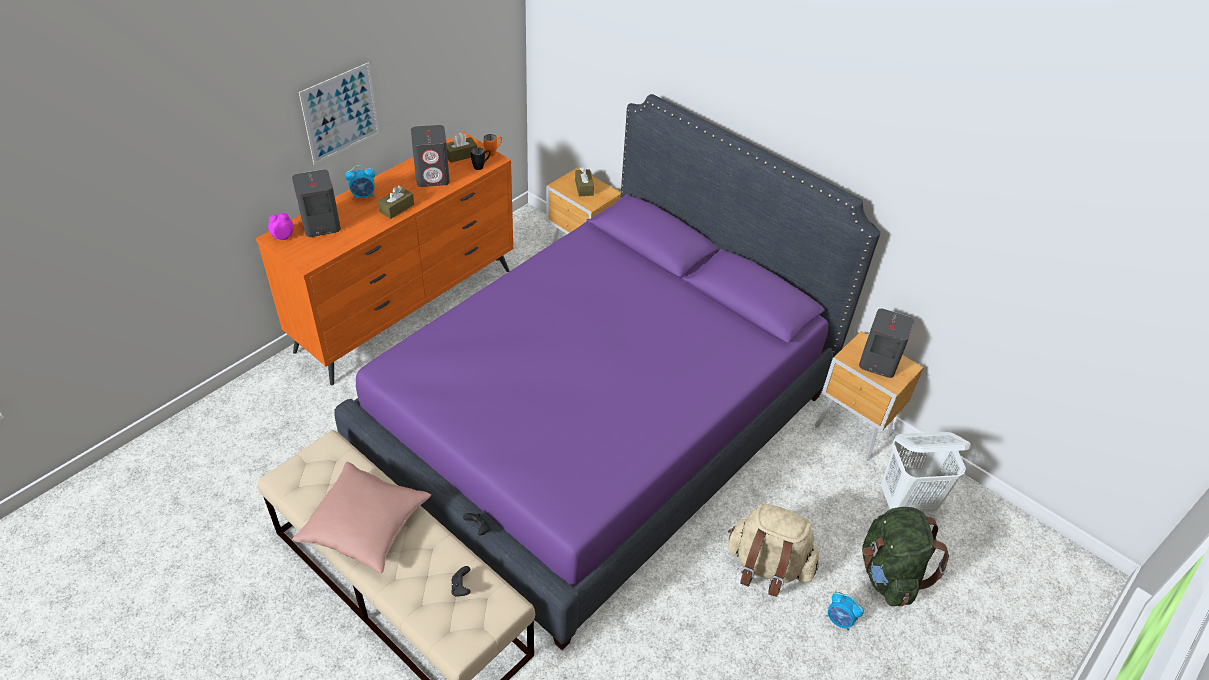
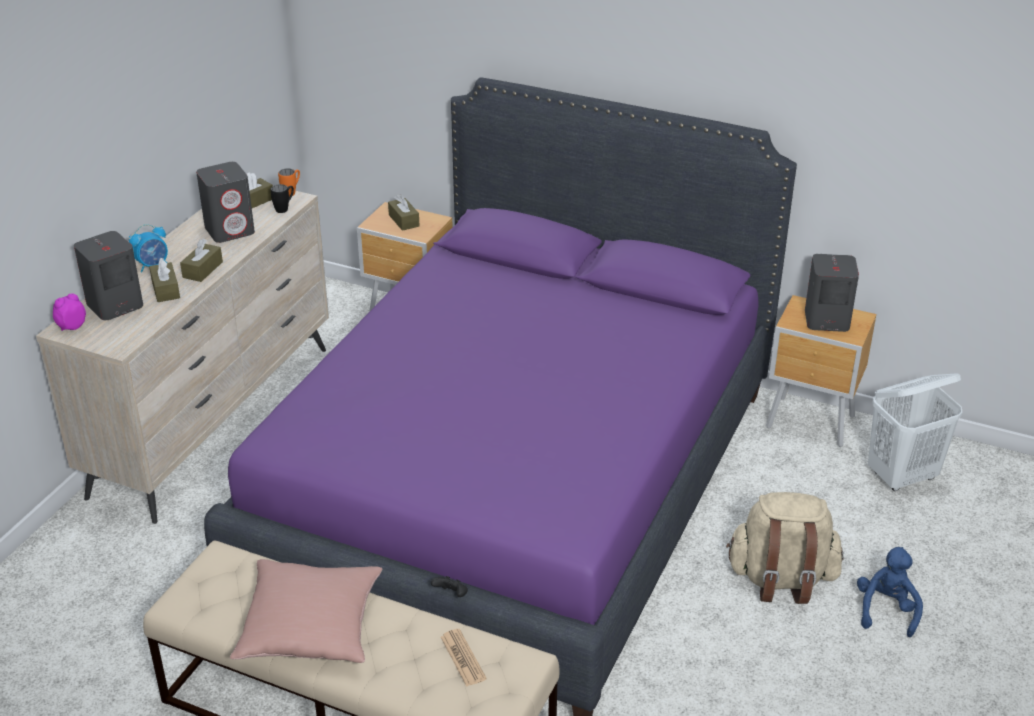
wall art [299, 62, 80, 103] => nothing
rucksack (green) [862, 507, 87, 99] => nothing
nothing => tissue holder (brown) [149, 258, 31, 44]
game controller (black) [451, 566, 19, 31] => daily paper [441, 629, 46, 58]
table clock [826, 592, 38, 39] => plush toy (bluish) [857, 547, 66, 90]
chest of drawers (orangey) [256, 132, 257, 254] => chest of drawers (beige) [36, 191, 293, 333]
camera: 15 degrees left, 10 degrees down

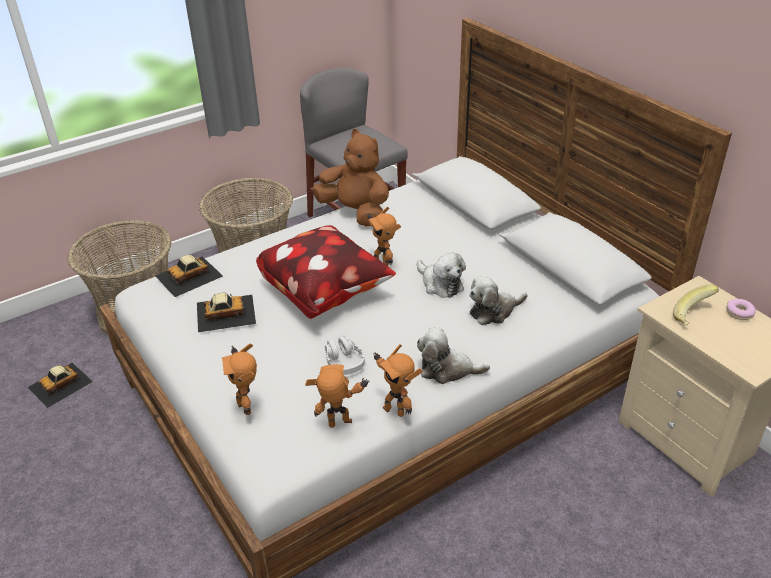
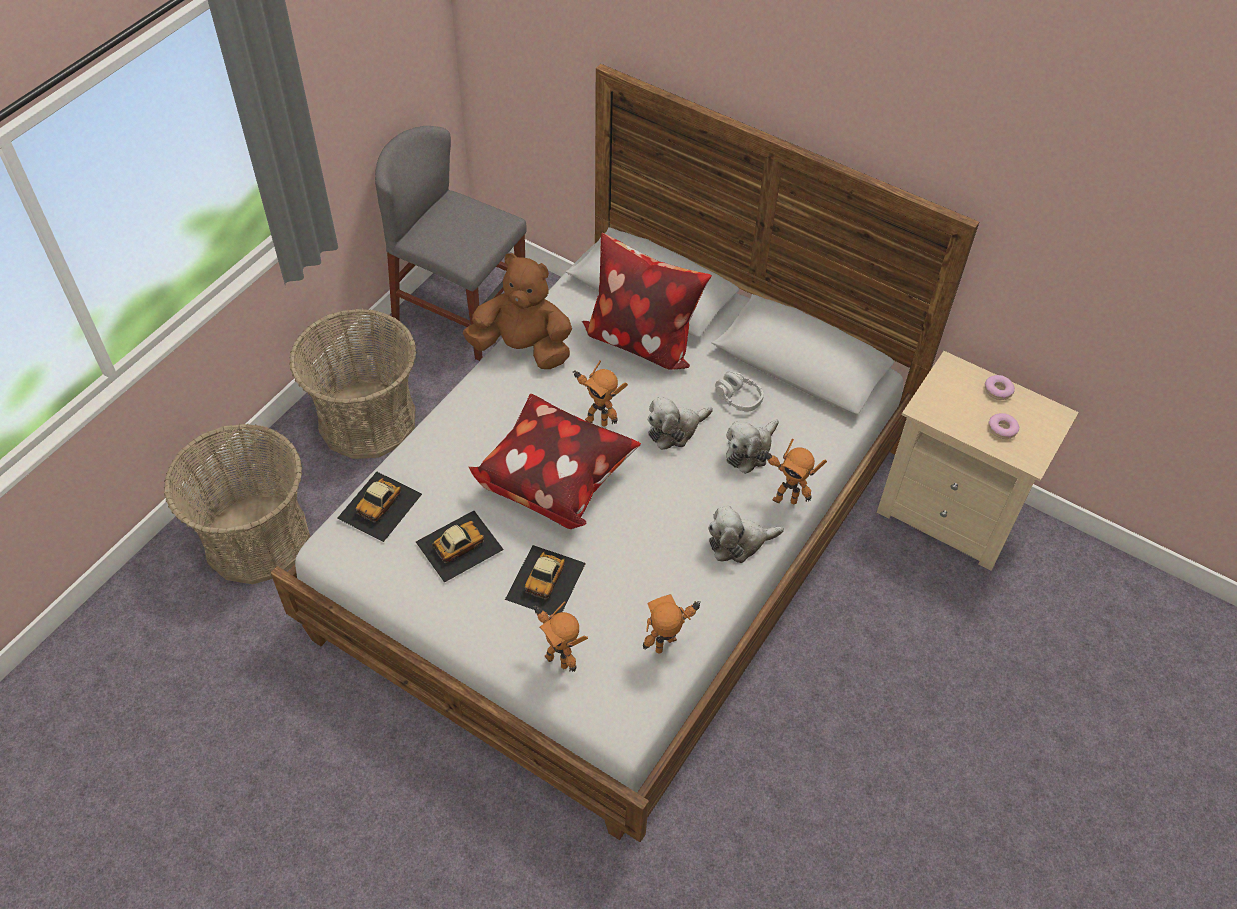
banana fruit [673, 284, 46, 41] => nothing
nothing => throw pillow [582, 233, 130, 137]
nothing => doughnut [988, 413, 31, 26]
model car [28, 363, 65, 45] => model car [505, 545, 81, 70], move
pair of headphones (greyish) [325, 335, 40, 40] => pair of headphones (greyish) [715, 371, 49, 41], move
toy robot [373, 344, 50, 73] => toy robot [763, 439, 64, 65], move
plush toy [417, 253, 49, 45] => plush toy [648, 396, 65, 54], 120 degrees clockwise
camera: 25 degrees left, 15 degrees up

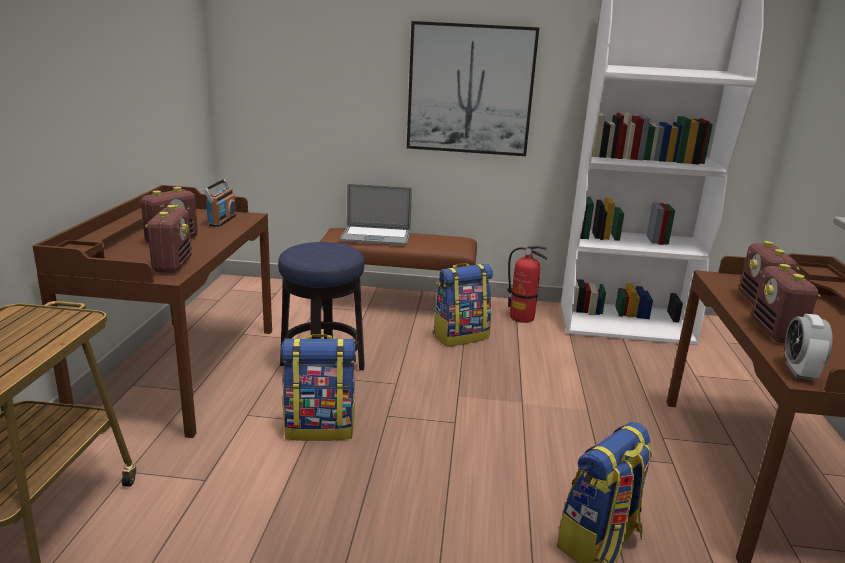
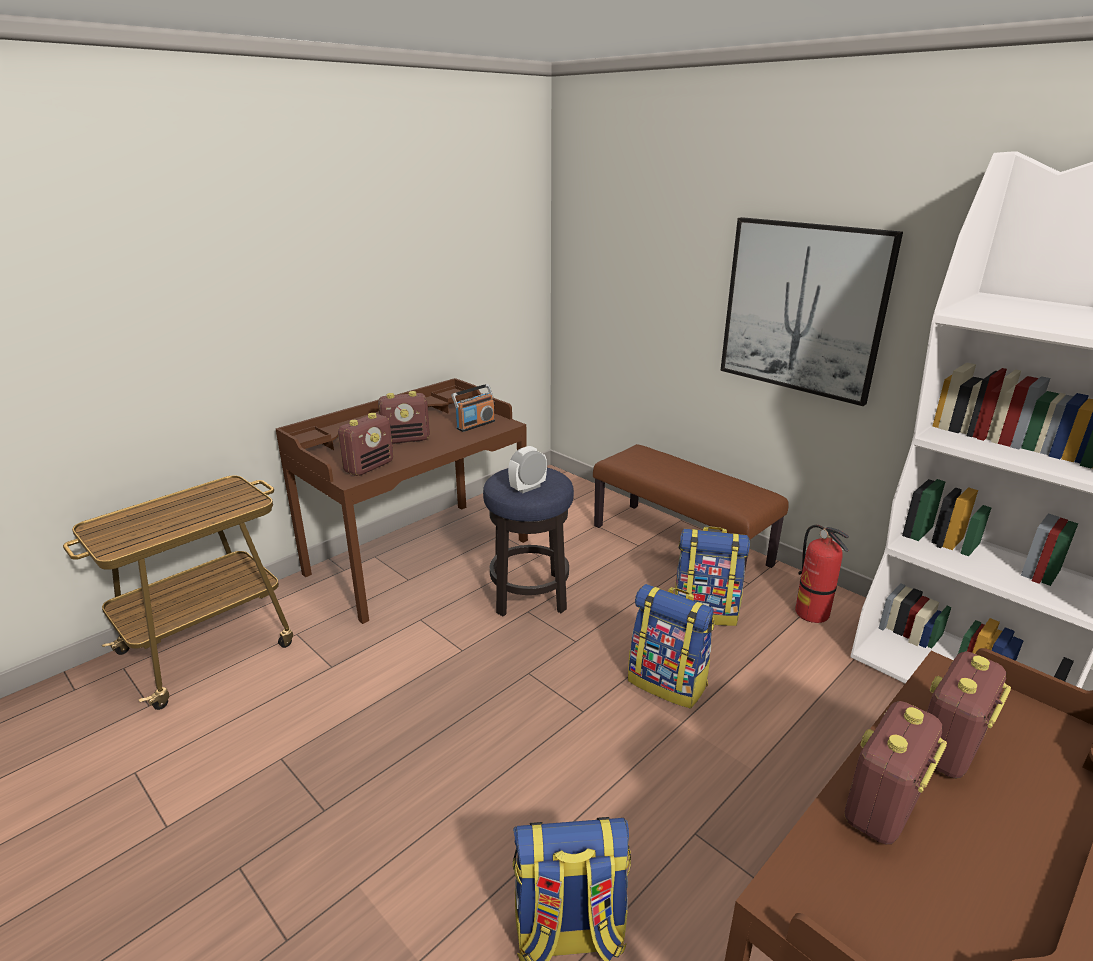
notebook computer [340, 184, 72, 61] => nothing
rucksack [281, 334, 75, 107] => rucksack [628, 584, 87, 125], move
table clock [785, 314, 47, 66] => table clock [508, 446, 39, 47], move
camera: 40 degrees right, 5 degrees up

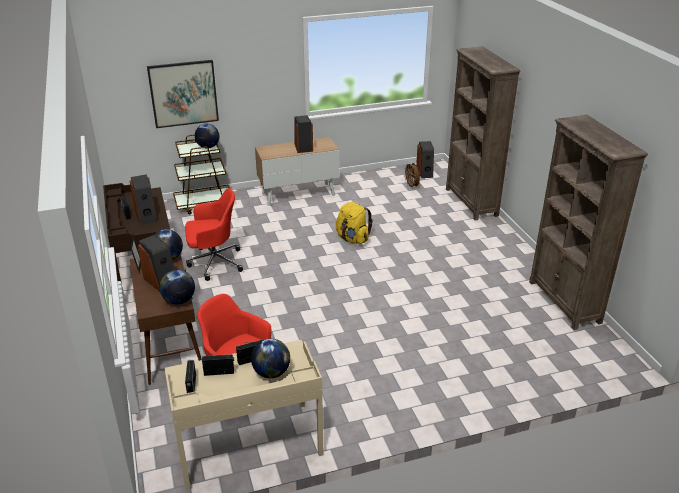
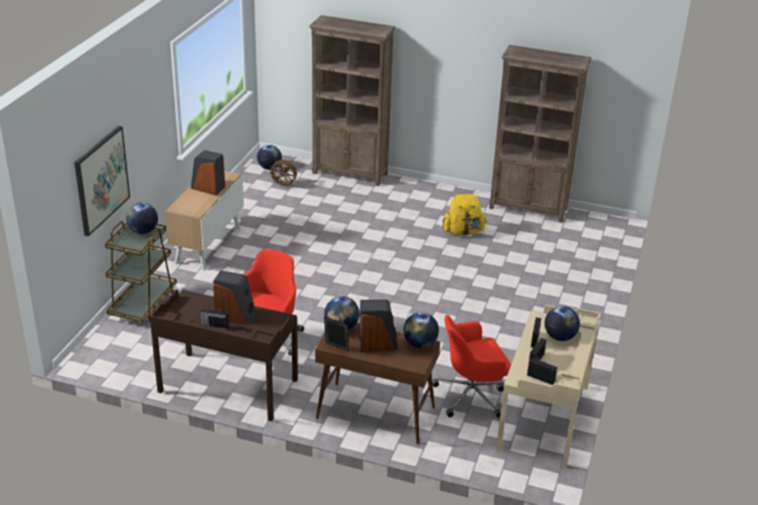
rucksack (yellow) [336, 202, 37, 42] => rucksack (yellow) [443, 194, 43, 41], move
speaker [416, 141, 18, 37] => world globe [257, 145, 25, 25]
camera: 55 degrees left, 0 degrees up

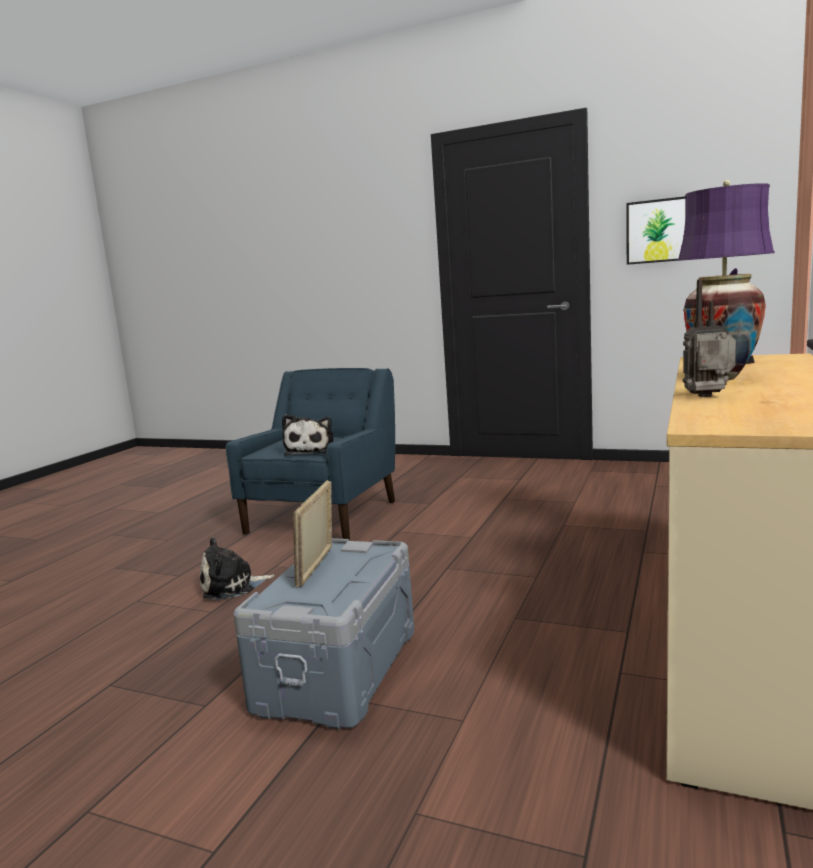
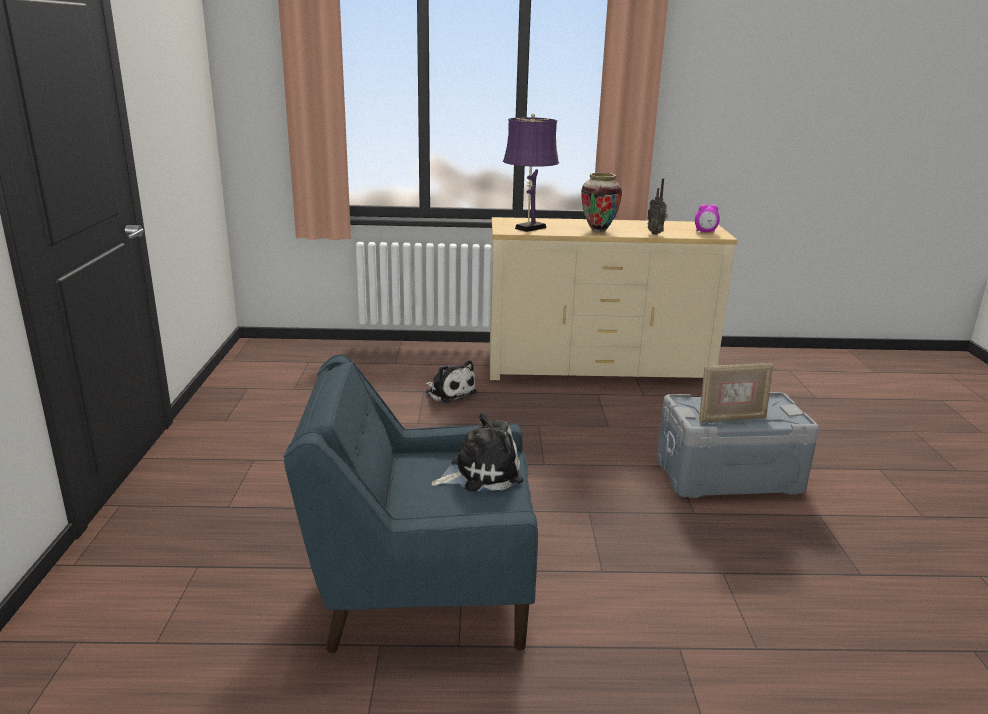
wall art [626, 196, 60, 69] => nothing
nothing => table clock [695, 204, 25, 28]
plush toy [200, 537, 75, 63] => plush toy [426, 360, 51, 43], move
camera: 115 degrees left, 10 degrees up

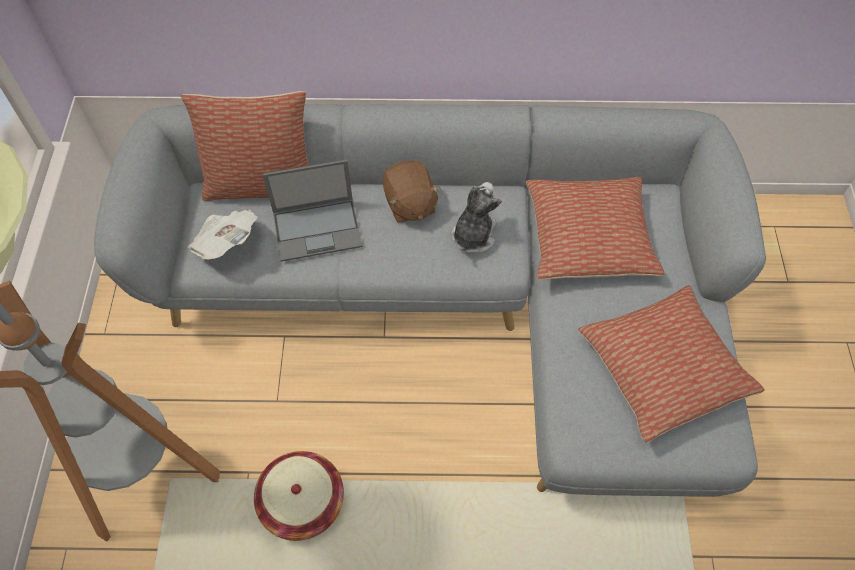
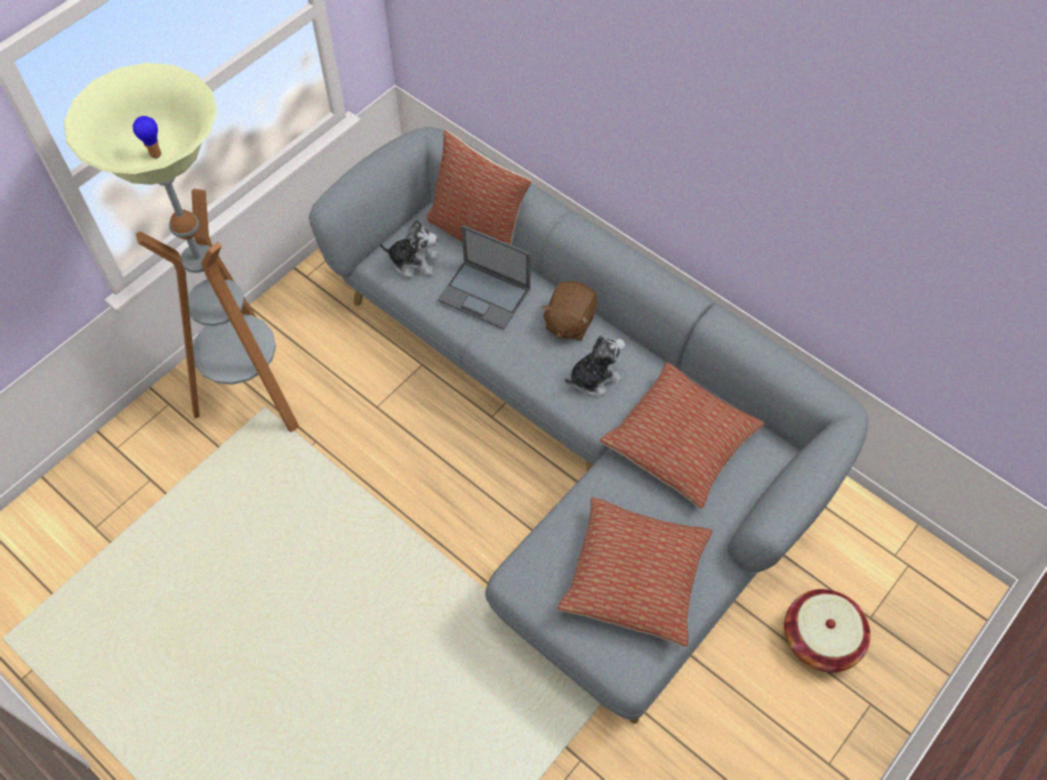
household basket [254, 451, 90, 90] => household basket [784, 589, 86, 83], move
daily paper [188, 210, 69, 50] => plush toy [379, 219, 59, 58]
camera: 40 degrees right, 0 degrees up

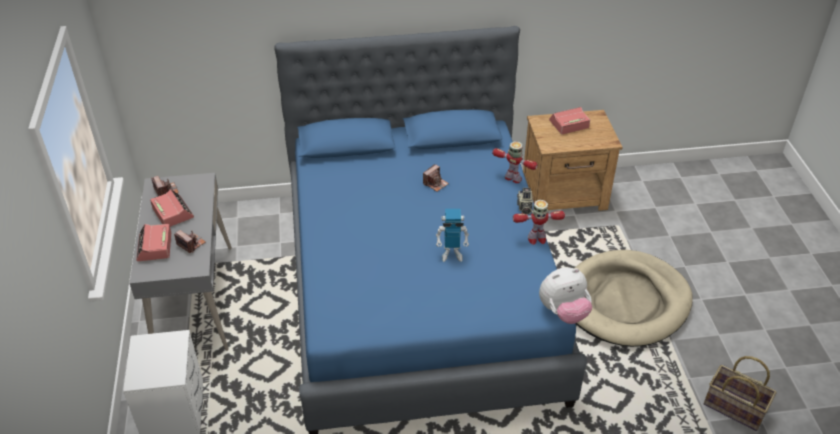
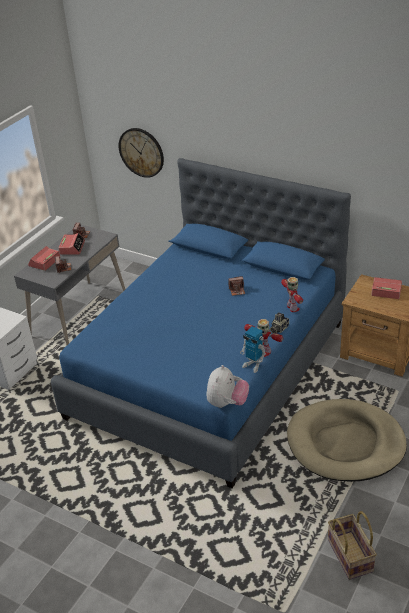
nothing => hanging clock [119, 128, 45, 50]
toy robot [436, 209, 33, 53] => toy robot [240, 326, 26, 47], move
plush toy [539, 267, 53, 57] => plush toy [207, 365, 42, 43], 90 degrees counterclockwise
camera: 40 degrees right, 5 degrees down

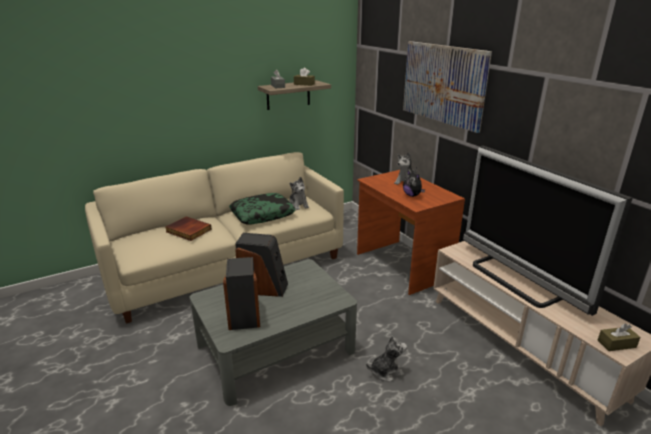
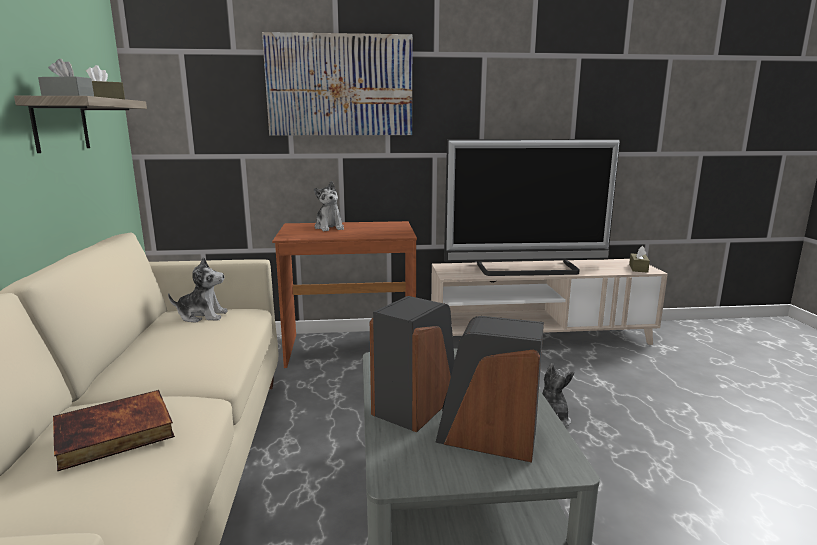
throw pillow [229, 193, 67, 32] => nothing
plush toy [403, 171, 22, 26] => nothing
camera: 65 degrees left, 10 degrees down

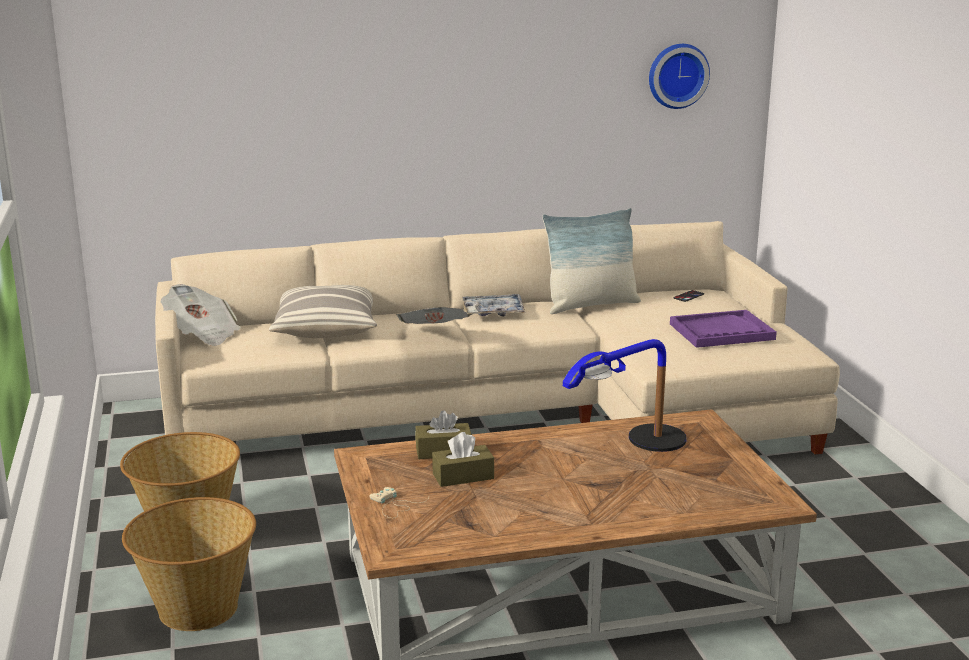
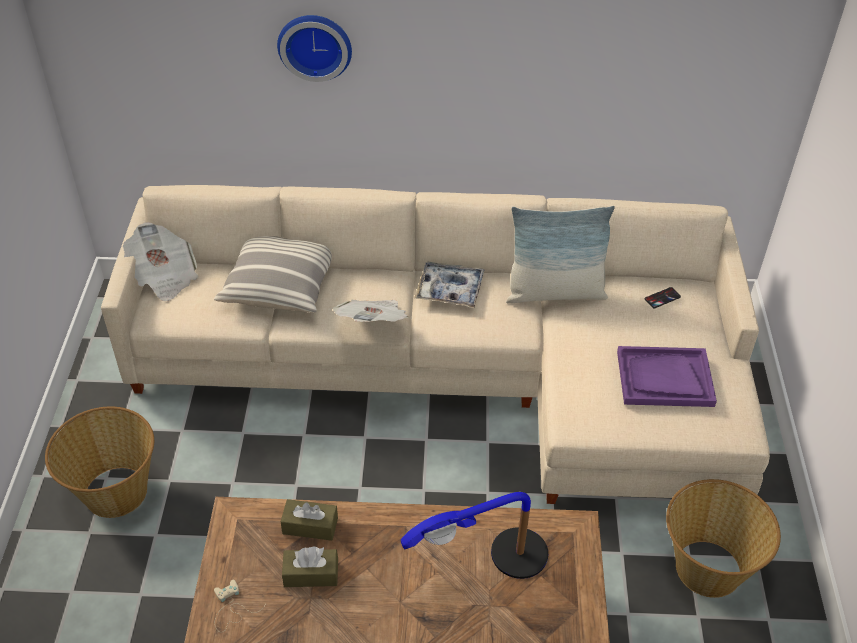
household basket [122, 497, 134, 134] => household basket [666, 479, 115, 119], move
hanging clock [649, 44, 61, 65] => hanging clock [277, 15, 75, 67], move
camera: 15 degrees right, 25 degrees up

